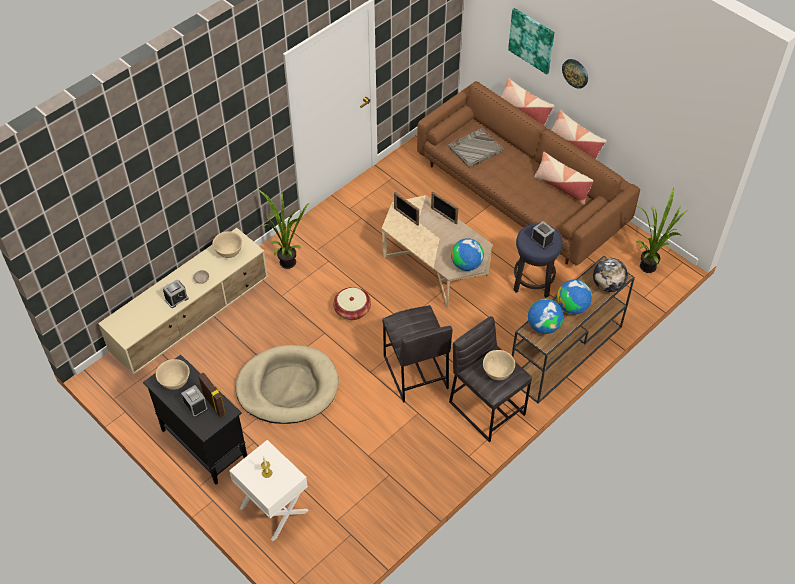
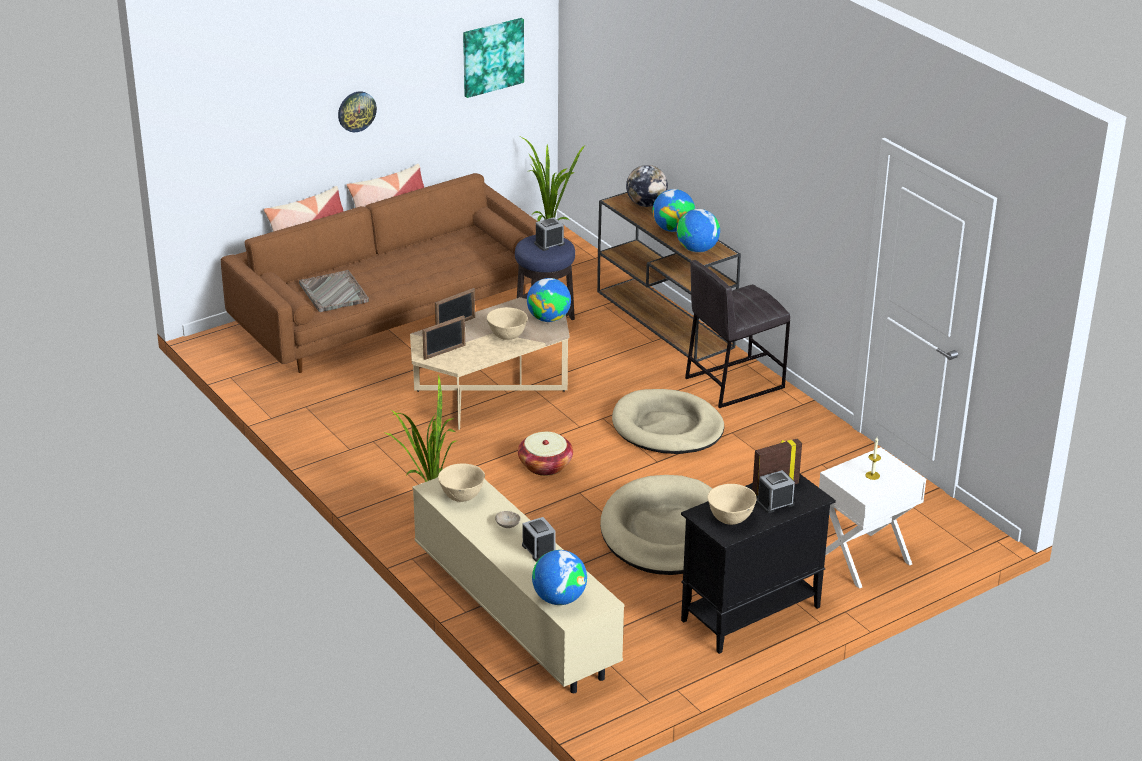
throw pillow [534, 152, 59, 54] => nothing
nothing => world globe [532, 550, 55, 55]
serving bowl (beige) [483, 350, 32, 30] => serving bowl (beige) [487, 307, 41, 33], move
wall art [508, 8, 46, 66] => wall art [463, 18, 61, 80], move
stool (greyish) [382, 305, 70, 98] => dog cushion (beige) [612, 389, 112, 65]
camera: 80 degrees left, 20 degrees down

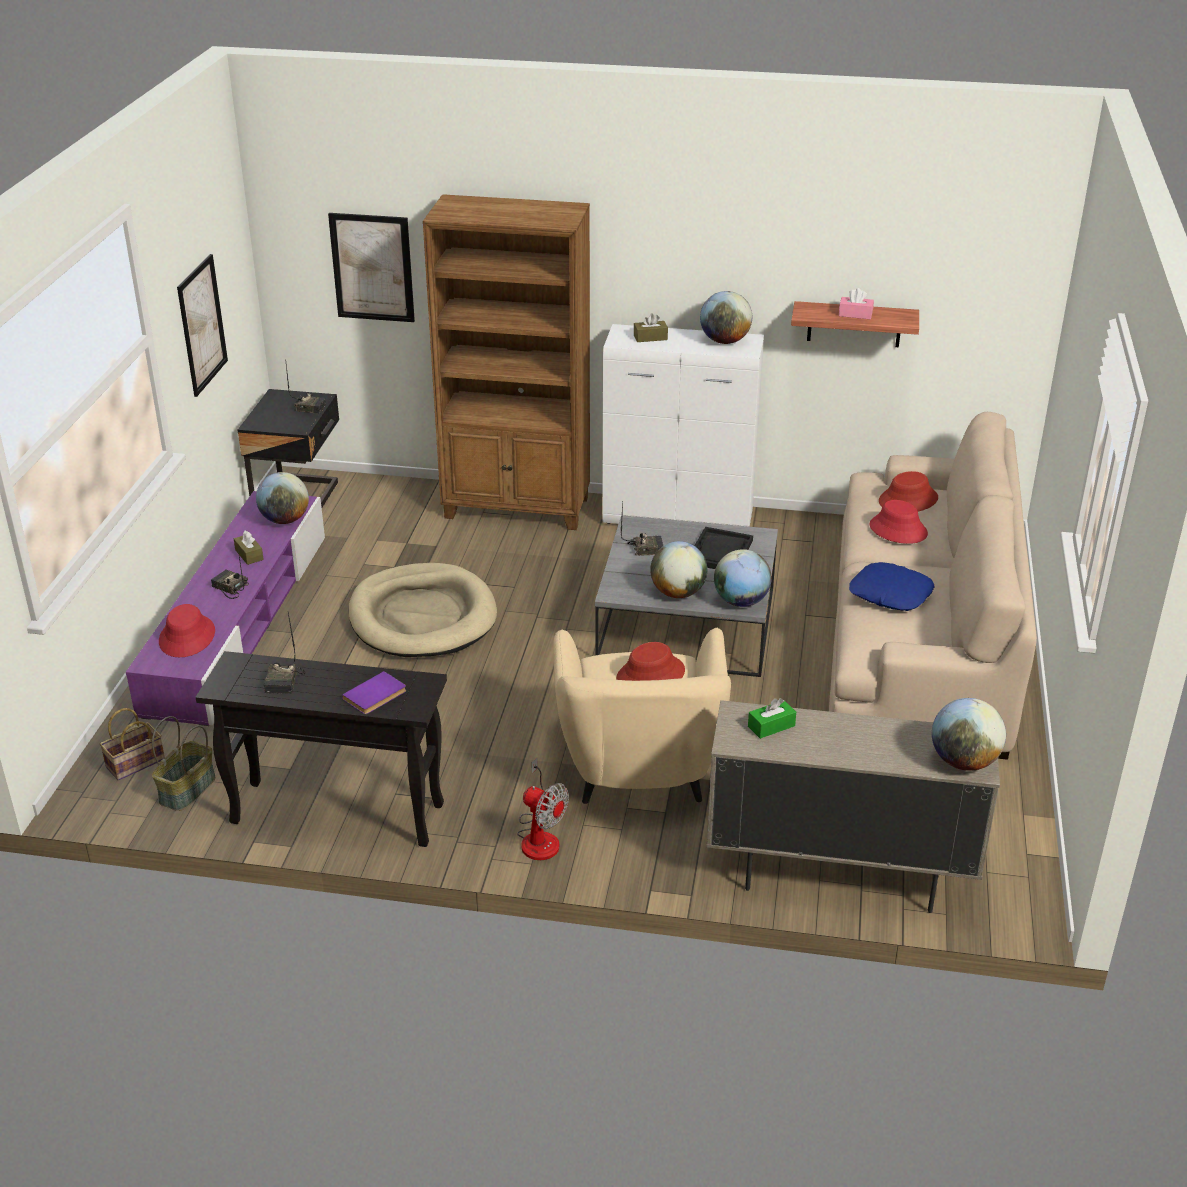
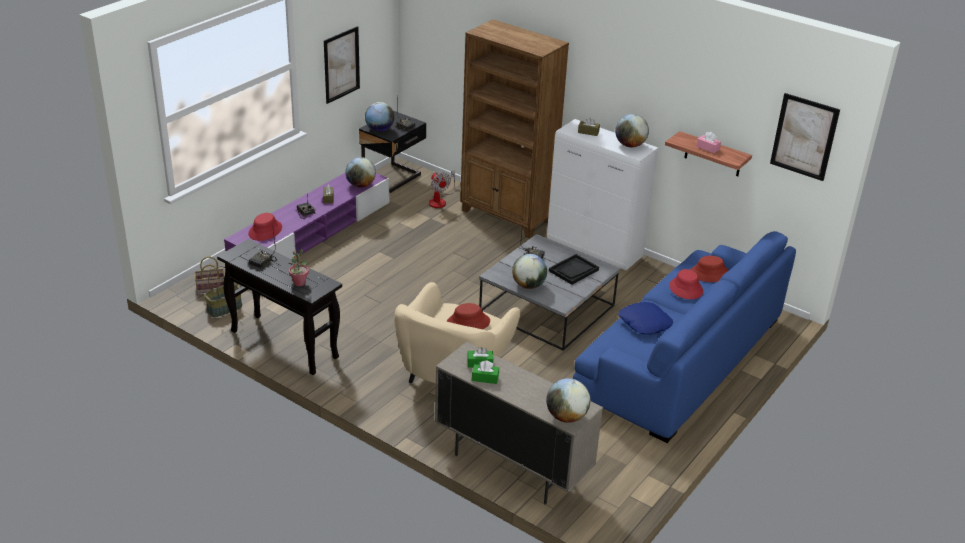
dog cushion (beige) [348, 563, 149, 94] => nothing
nothing => tissue holder (green) [472, 360, 27, 24]
wall art [328, 213, 87, 109] => wall art [770, 93, 70, 88], move
cooling fan [517, 757, 52, 103] => cooling fan [429, 170, 27, 38], move
world globe [714, 549, 58, 58] => world globe [365, 102, 29, 30], move
bound book (purple-coloured) [342, 671, 64, 43] => potted plant [289, 249, 20, 37]
settee (beige) [829, 412, 208, 348] => settee (bluish) [573, 231, 223, 212]
camera: 25 degrees right, 0 degrees up

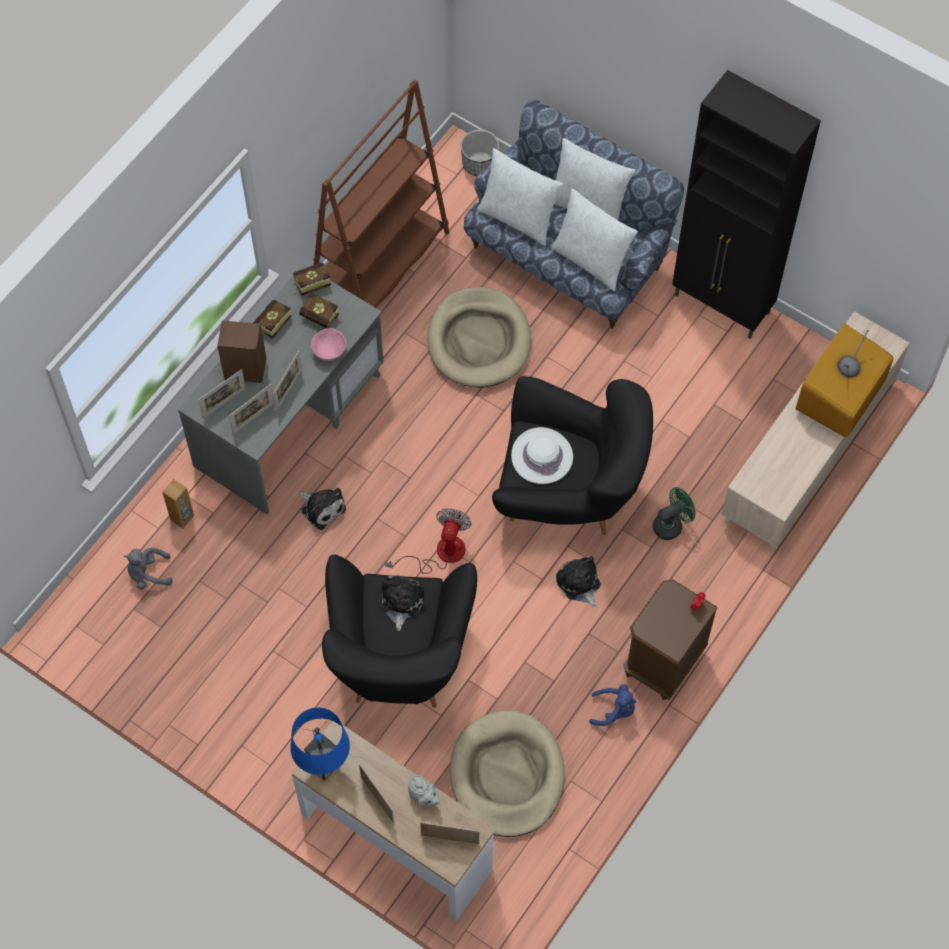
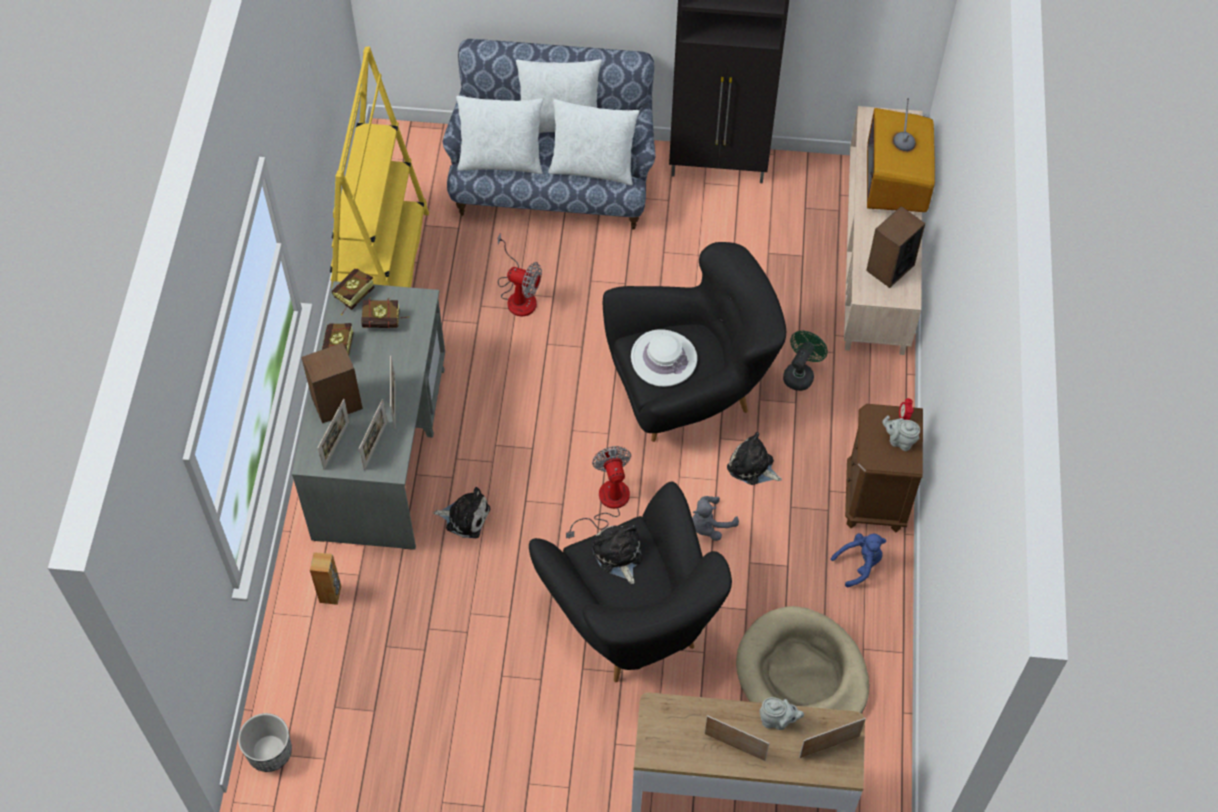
table lamp (bluish) [290, 707, 60, 74] => nothing
serving bowl (pink-coloured) [311, 328, 36, 33] => nothing
nothing => speaker [866, 206, 59, 82]
nothing => teapot (greyish) [882, 416, 38, 35]
plush toy (greyish) [124, 548, 49, 42] => plush toy (greyish) [692, 496, 47, 45], move
planter [460, 130, 39, 46] => planter [238, 713, 54, 59], move
dog cushion (beige) [428, 287, 103, 101] => cooling fan [498, 232, 44, 85]
shelving unit (brown) [313, 80, 137, 228] => shelving unit (yellow) [330, 47, 99, 243]
camera: 30 degrees left, 5 degrees down

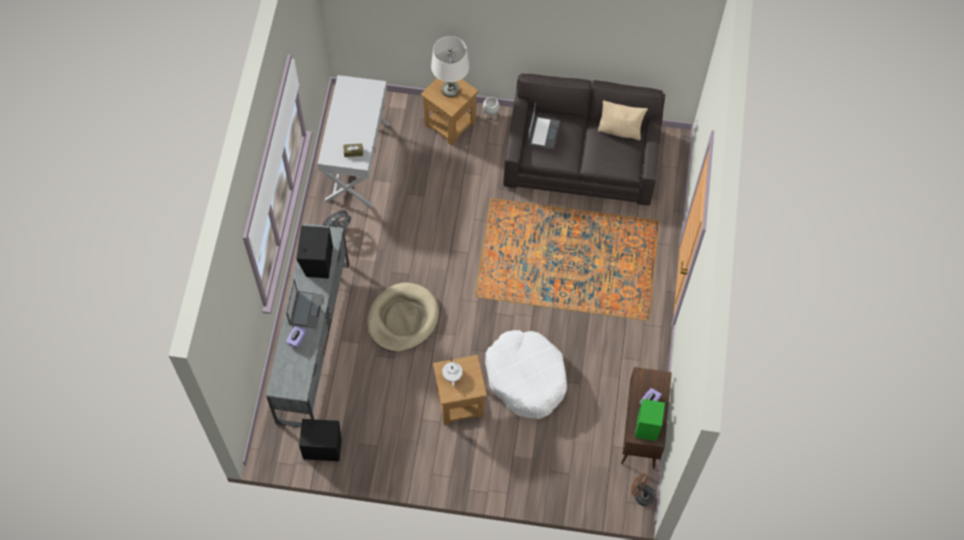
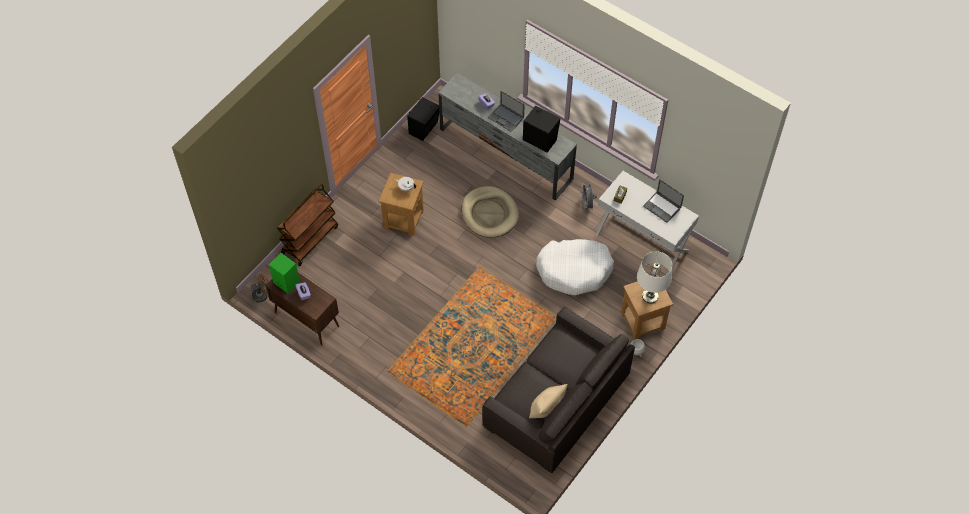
nothing => trolley (brown) [277, 184, 61, 82]
dog cushion (white-coloured) [485, 330, 82, 89] => dog cushion (white-coloured) [536, 239, 78, 56], move
notebook computer [527, 103, 33, 47] => notebook computer [643, 179, 41, 44], move
camera: 120 degrees right, 5 degrees down

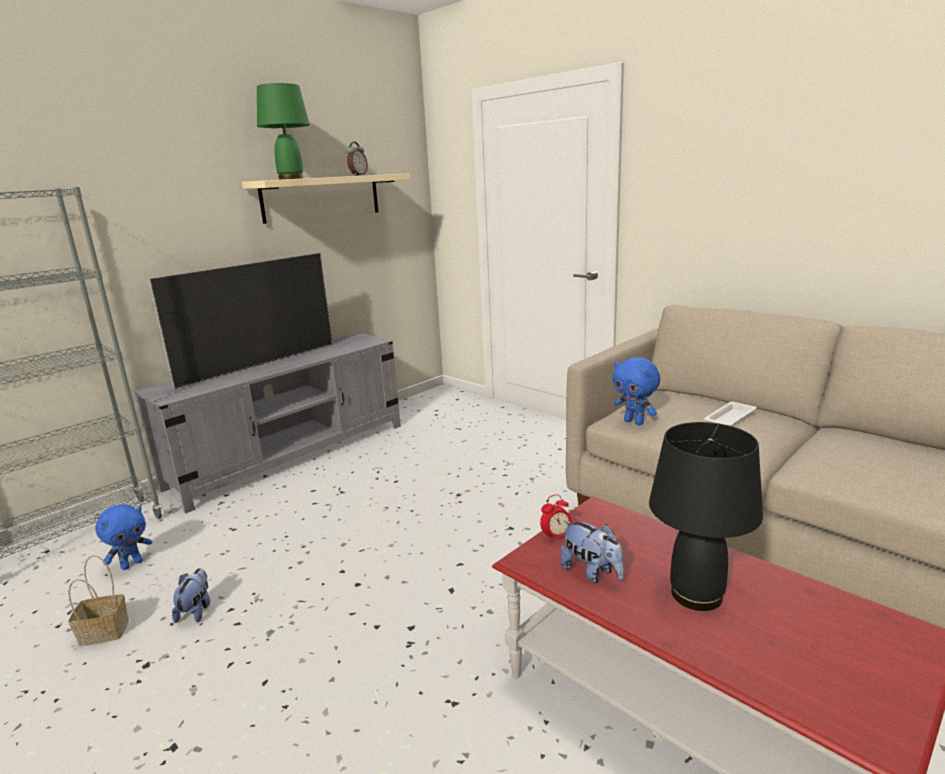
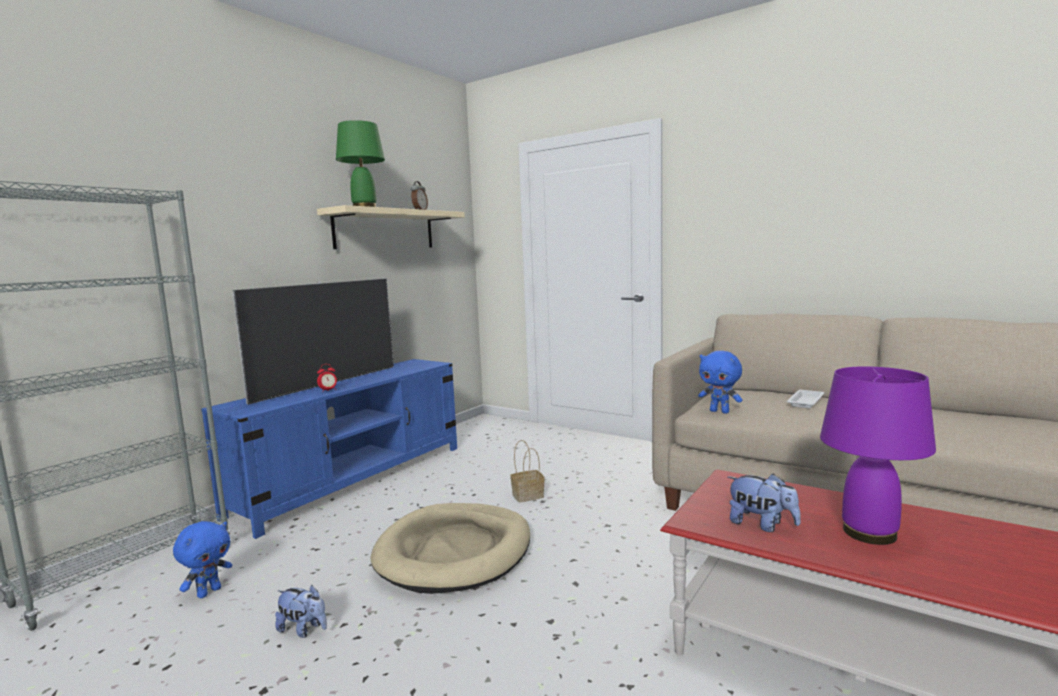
nothing => dog cushion (beige) [371, 503, 159, 91]
household basket [68, 555, 61, 91] => household basket [510, 440, 35, 62], move
table clock [540, 495, 32, 48] => table clock [317, 364, 20, 27], move
media console (greyish) [135, 333, 266, 180] => media console (bluish) [201, 359, 256, 180]
table lamp (black) [649, 422, 114, 189] => table lamp (purple-coloured) [820, 366, 116, 179]
plush toy [172, 568, 38, 55] => plush toy [275, 585, 52, 53], 120 degrees clockwise
camera: 10 degrees left, 10 degrees down

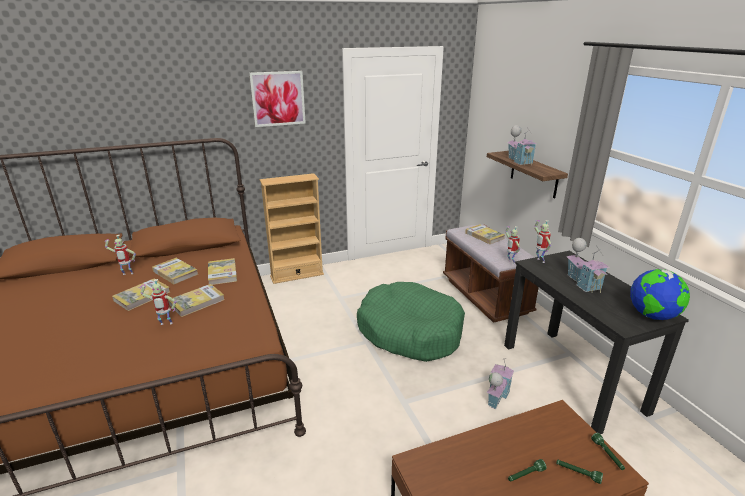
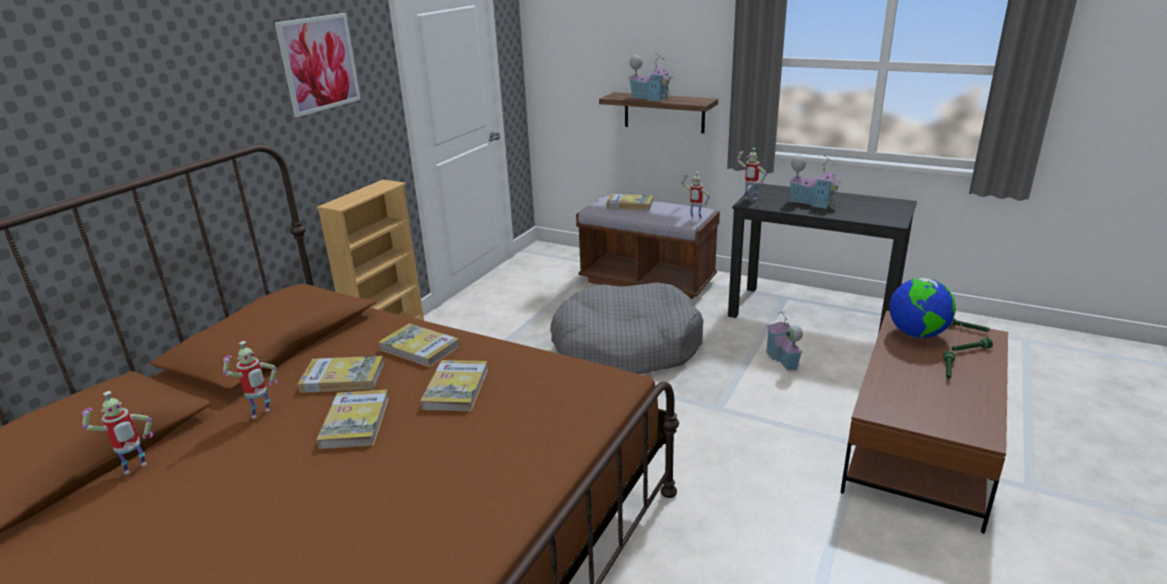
toy robot [141, 279, 35, 46] => toy robot [82, 391, 71, 83], move
world globe [630, 269, 60, 51] => world globe [890, 278, 66, 60], move
dog cushion (green) [357, 282, 108, 80] => dog cushion (greyish) [550, 282, 154, 92]
camera: 40 degrees left, 0 degrees up

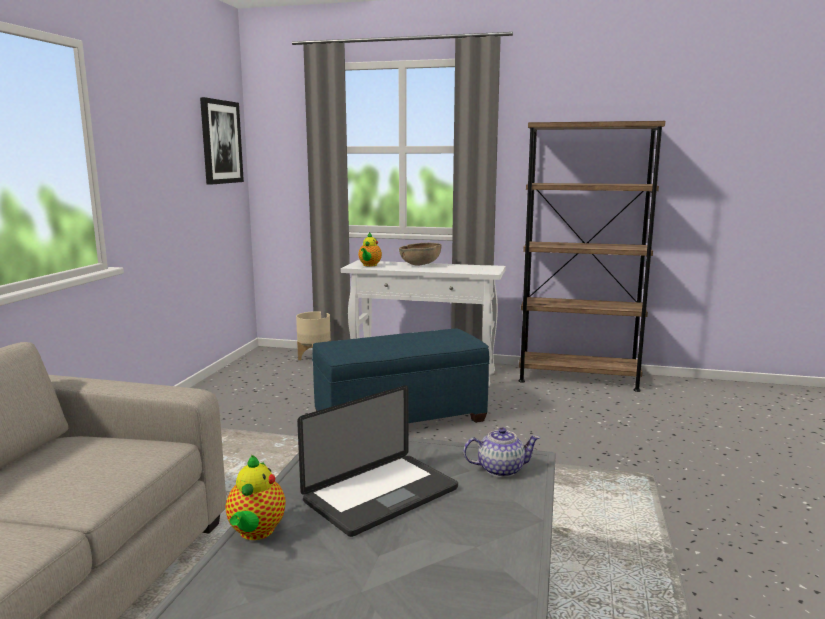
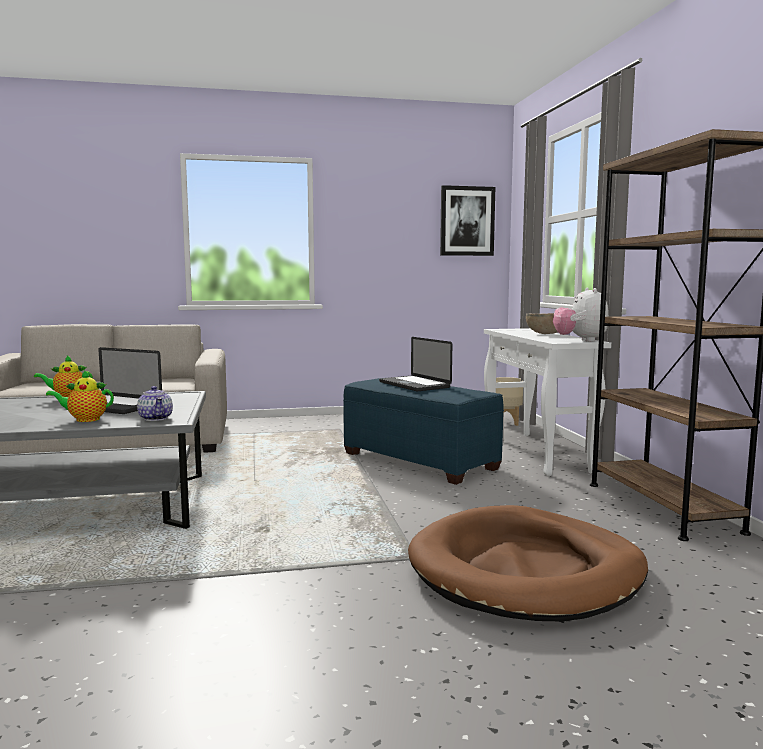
nothing => notebook computer [379, 337, 73, 54]
nothing => dog cushion (brown) [408, 505, 240, 116]
nothing => plush toy [553, 288, 56, 54]
teapot [358, 232, 24, 34] => teapot [46, 370, 68, 52], move
camera: 65 degrees right, 5 degrees down

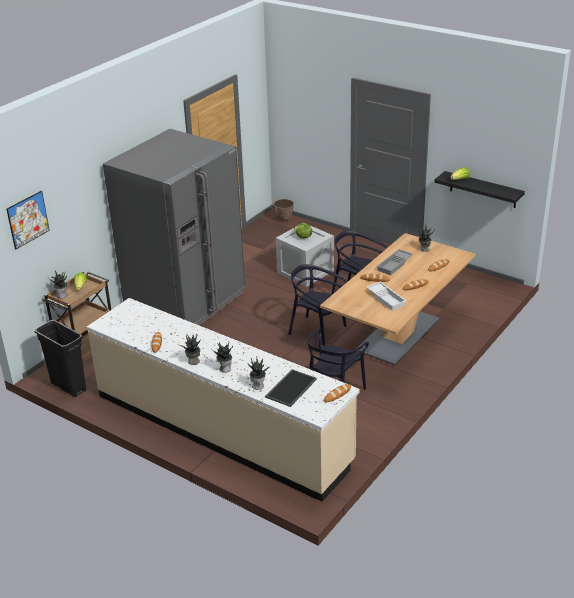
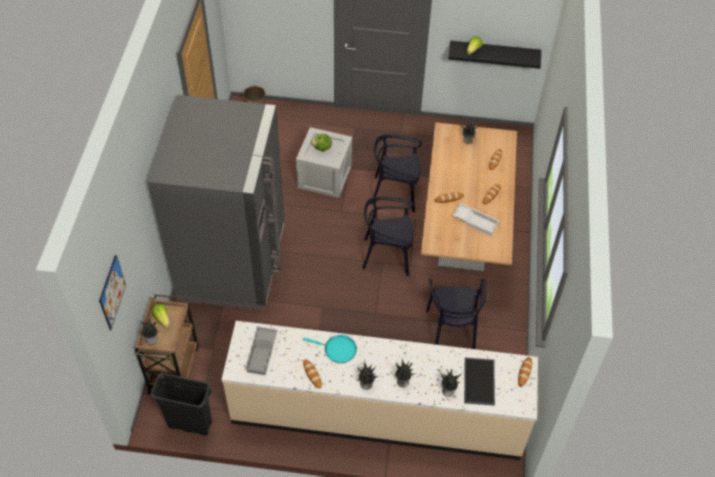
nothing => skillet (turquoise) [303, 335, 54, 28]
tray (greyish) [377, 249, 36, 26] => tray (greyish) [245, 327, 32, 48], move
camera: 30 degrees left, 20 degrees up

